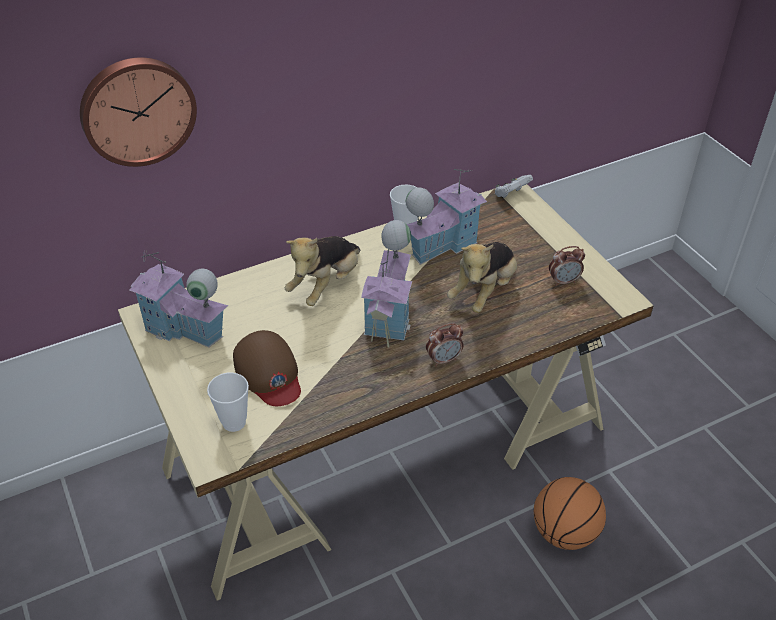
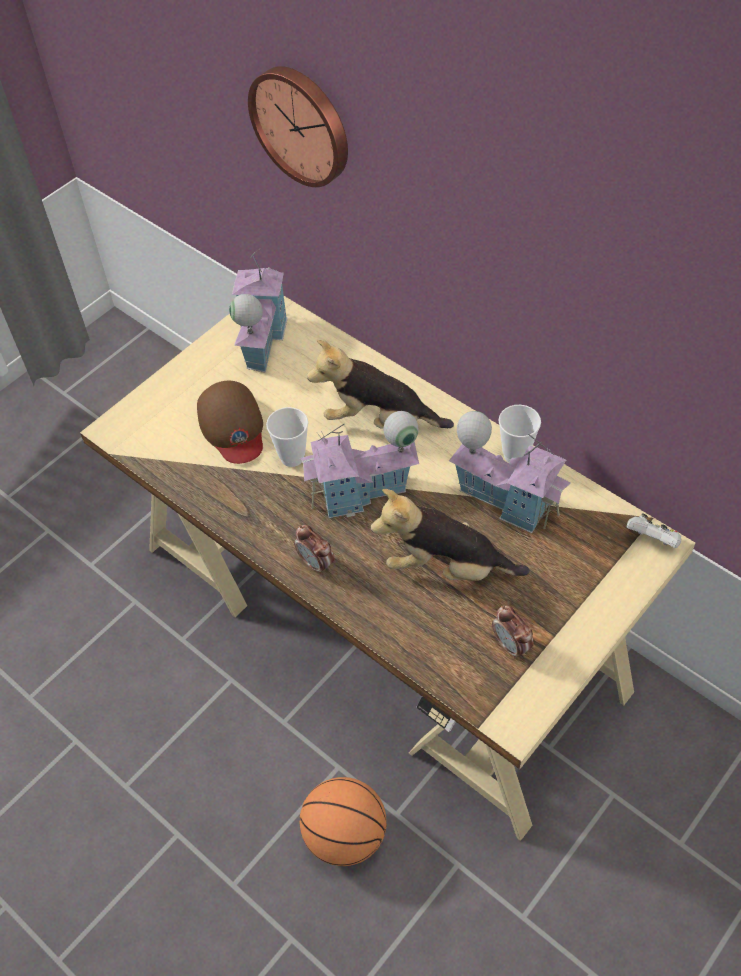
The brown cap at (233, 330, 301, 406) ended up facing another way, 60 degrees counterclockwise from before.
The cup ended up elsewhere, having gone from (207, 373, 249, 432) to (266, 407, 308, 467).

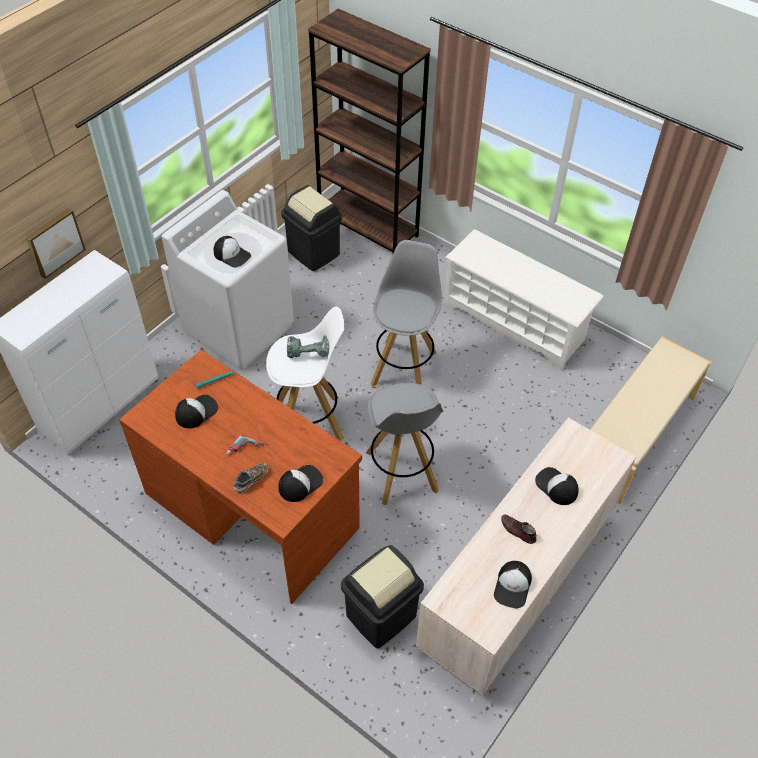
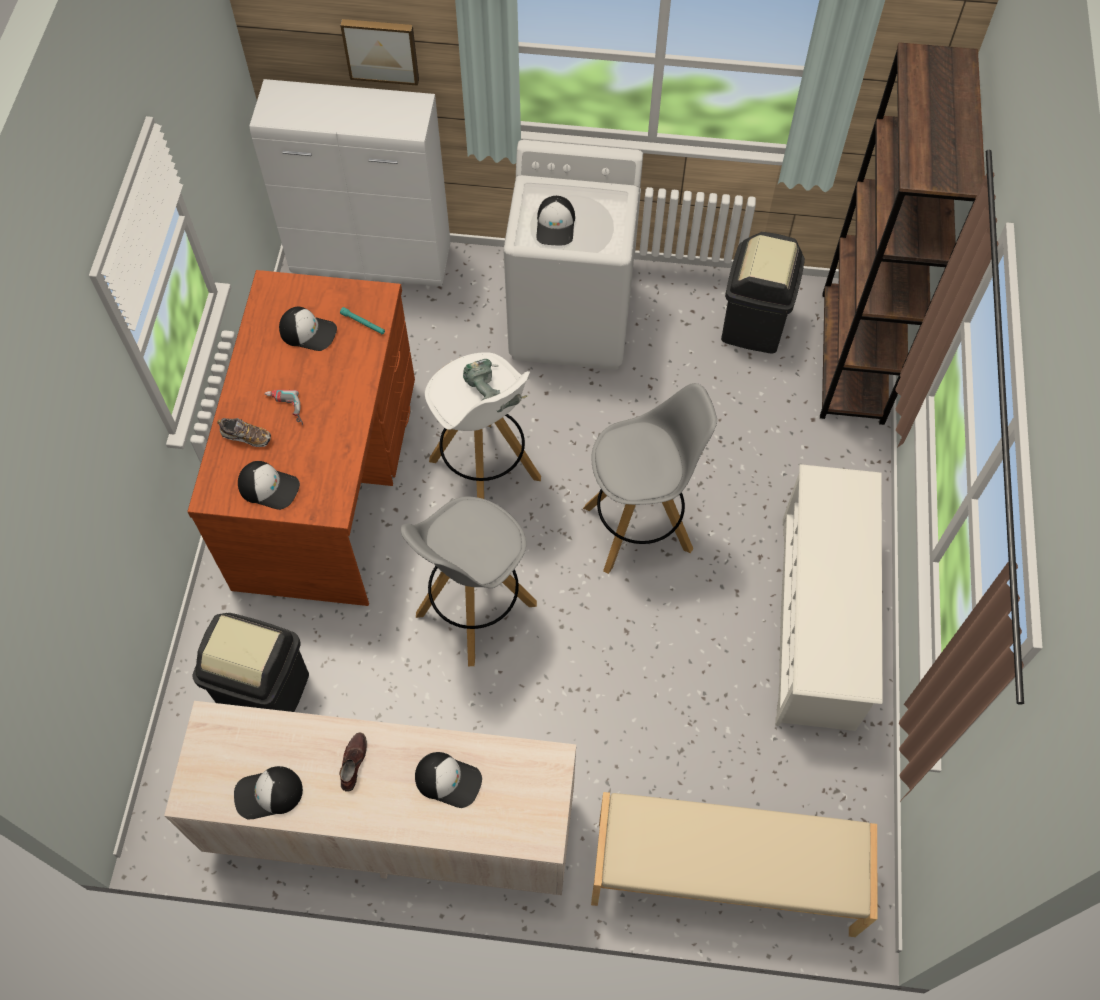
The cap at (535, 467, 579, 505) ended up facing another way, 90 degrees clockwise from before.

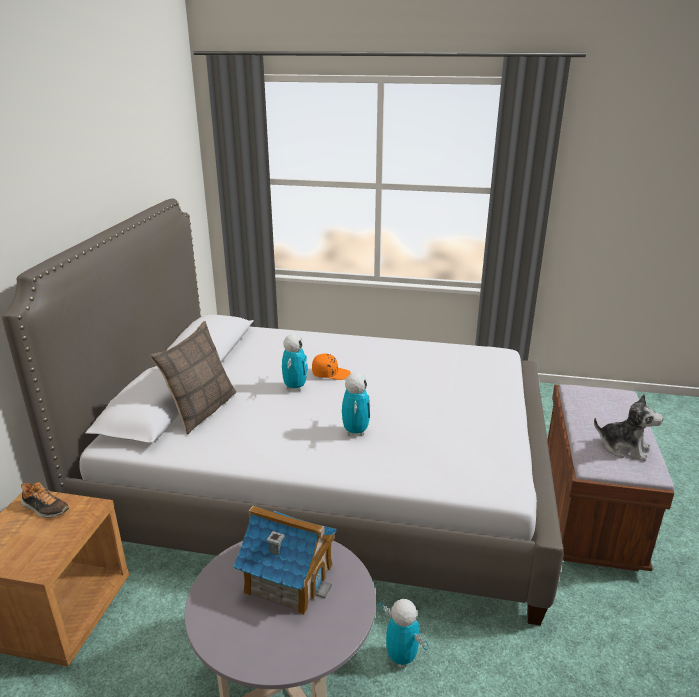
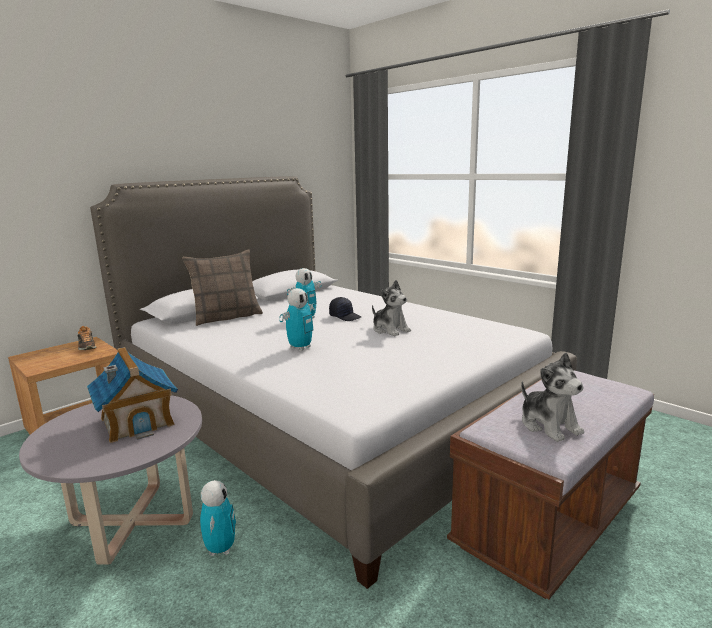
What was the orange cap at (312, 354, 351, 380) turned into the black cap at (329, 297, 361, 321).
The second view gained the plush toy at (372, 280, 411, 336).

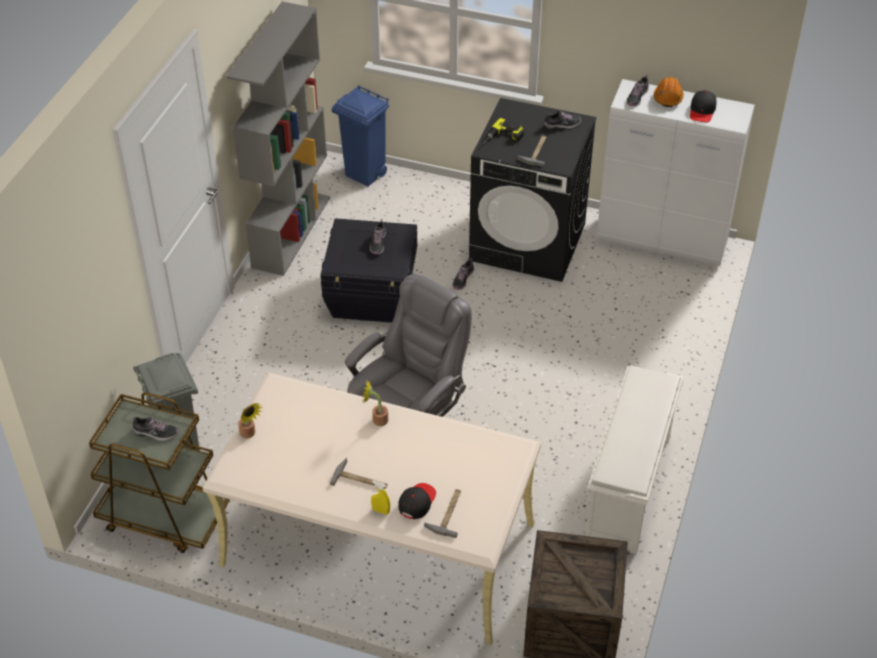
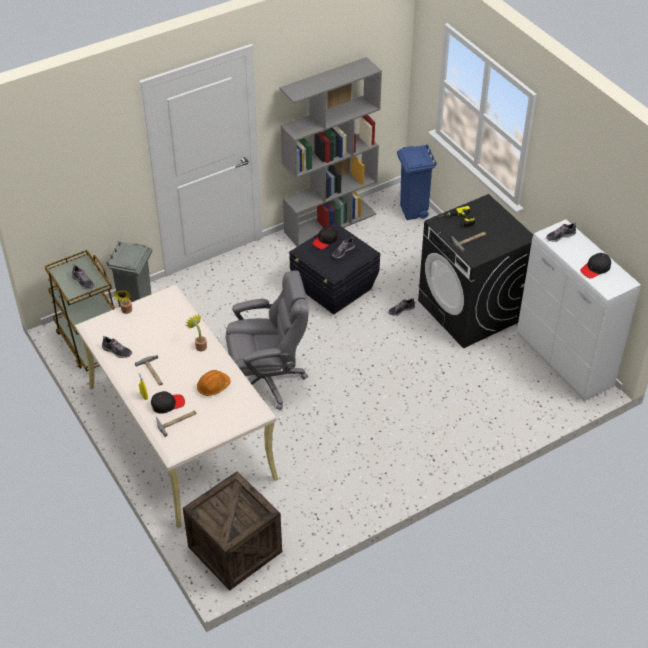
The shoe ended up elsewhere, having gone from (544, 111, 581, 130) to (102, 336, 132, 358).
The orange hard hat ended up elsewhere, having gone from (654, 77, 684, 107) to (197, 370, 230, 396).
The second view gained the black cap at (312, 226, 338, 249).
The second view lost the white shoe rack at (585, 365, 684, 554).

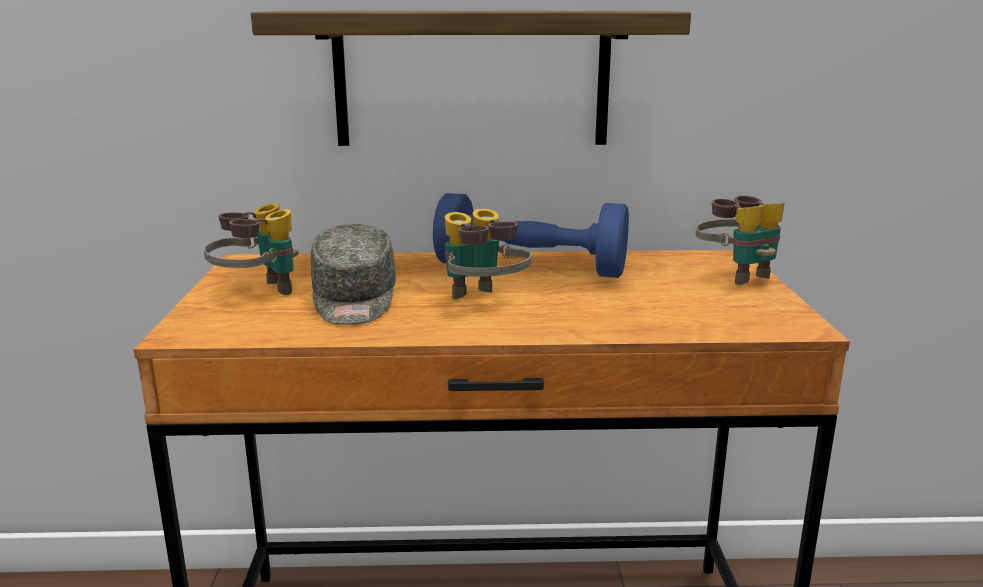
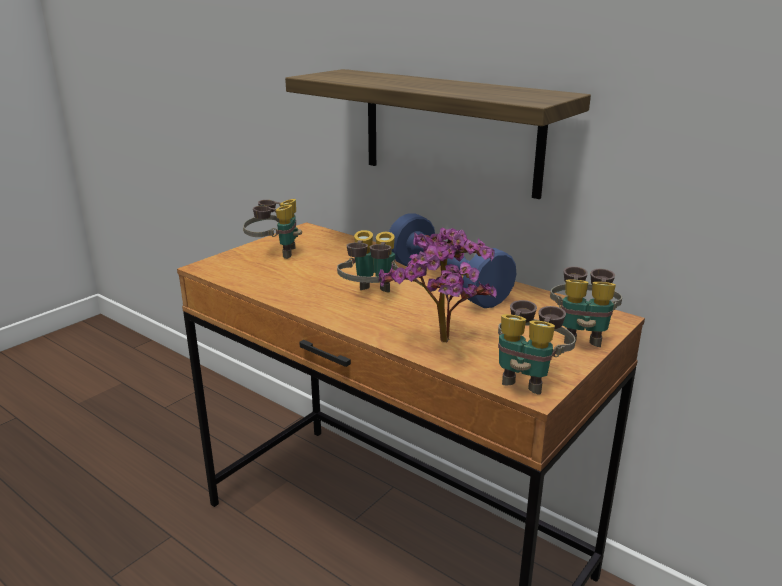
The second view gained the potted plant at (378, 227, 497, 343).
The second view gained the binoculars at (498, 300, 576, 395).
The second view lost the grey cap at (311, 224, 396, 325).

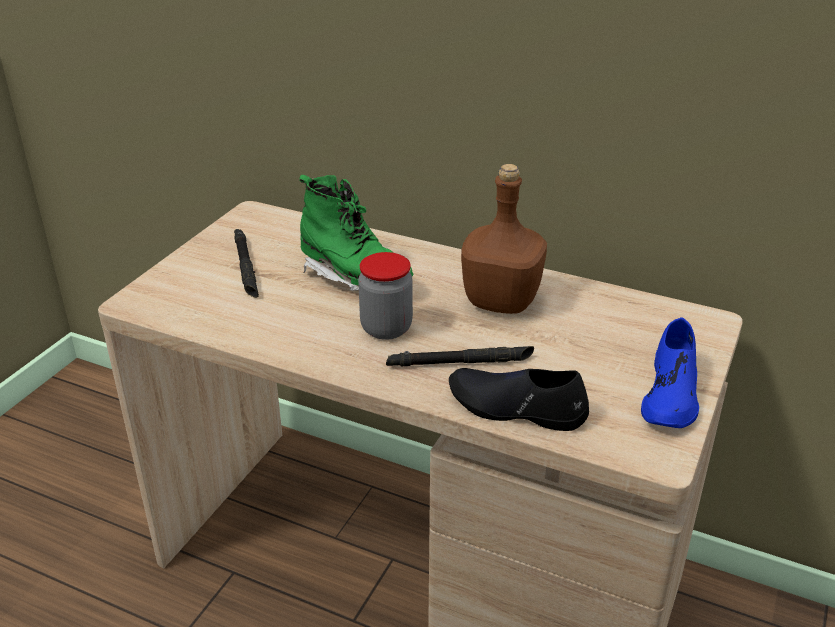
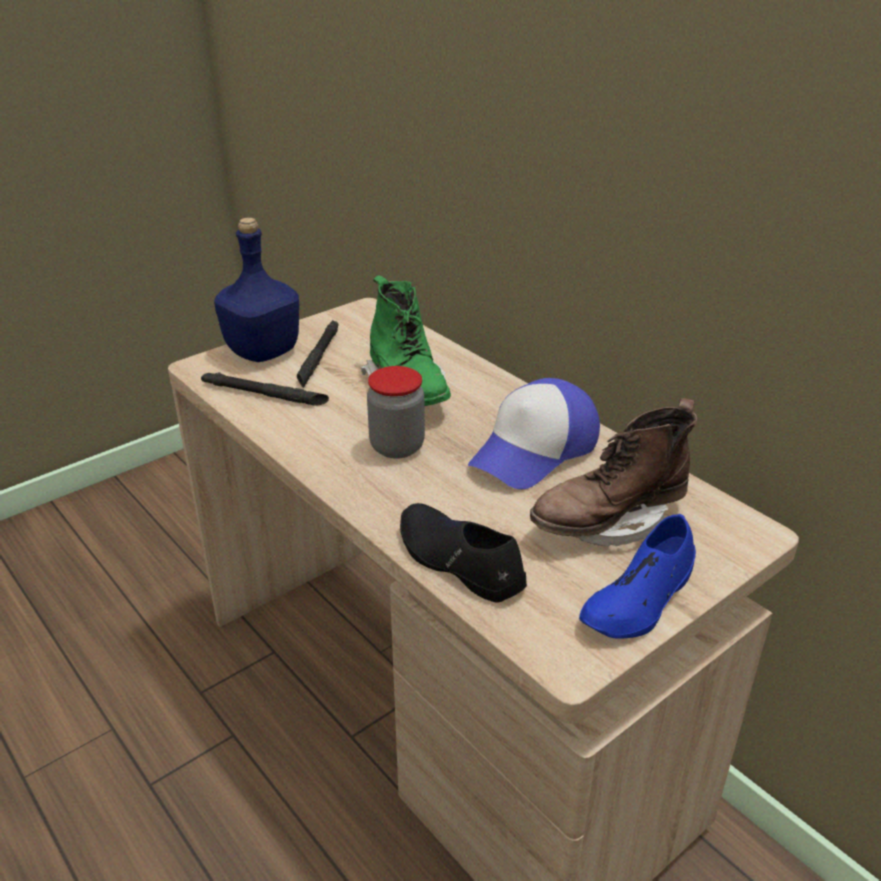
The black flashlight ended up elsewhere, having gone from (386, 346, 534, 366) to (201, 372, 329, 406).
The second view gained the blue bottle at (214, 218, 299, 362).
Where the brown bottle stood at (461, 164, 547, 314), the cap came to stand at (468, 378, 600, 489).
The second view gained the brown boot at (530, 398, 697, 546).

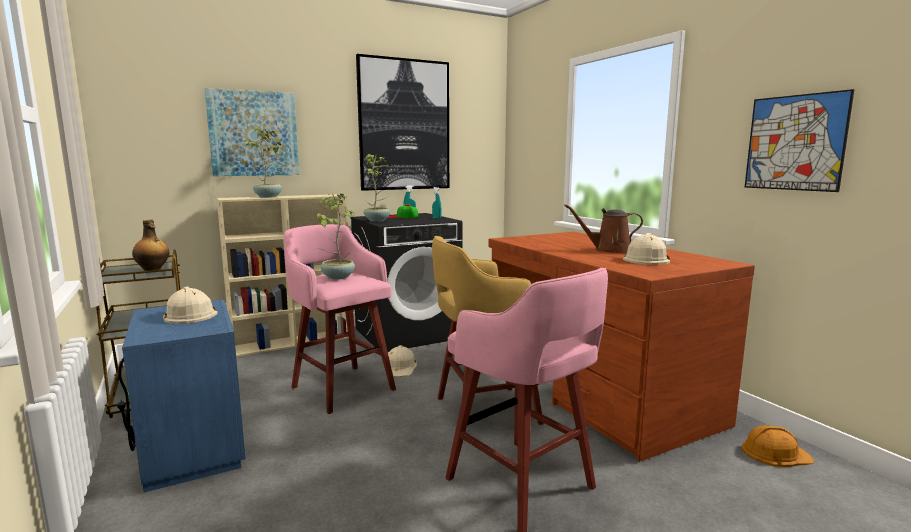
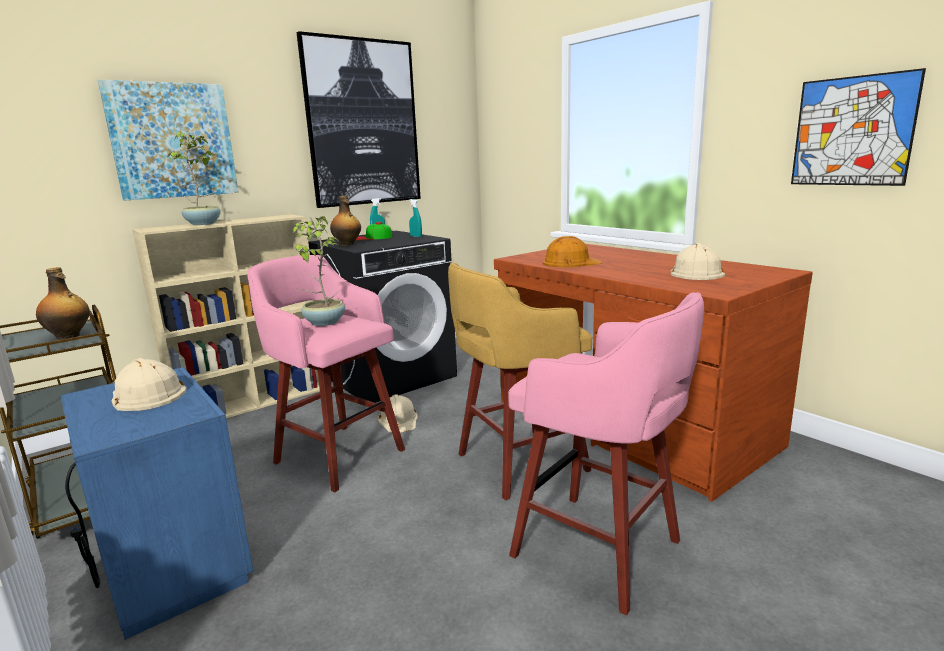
Where the potted plant stood at (364, 154, 390, 222), the bottle came to stand at (330, 196, 361, 246).
The orange hard hat ended up elsewhere, having gone from (742, 425, 815, 467) to (543, 236, 602, 268).
The second view lost the brown watering can at (564, 204, 643, 253).

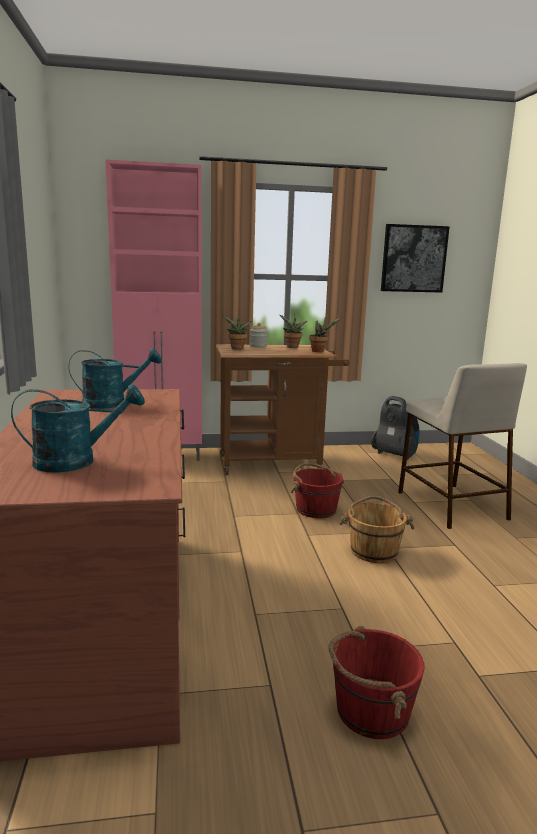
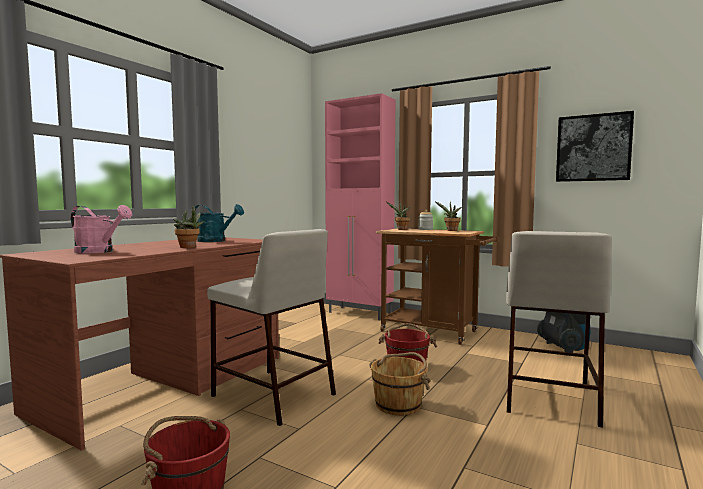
What was the turquoise watering can at (11, 384, 145, 473) turned into the pink watering can at (71, 205, 132, 254).
The potted plant ended up elsewhere, having gone from (309, 316, 341, 352) to (173, 205, 204, 248).
The second view gained the beige stool at (207, 229, 336, 426).

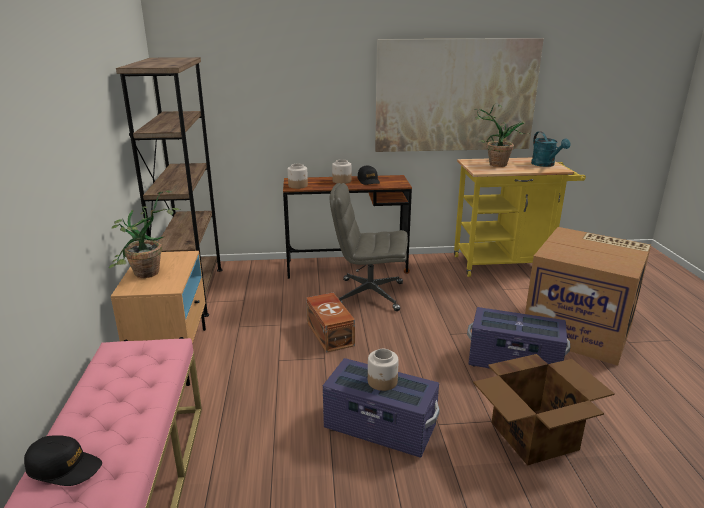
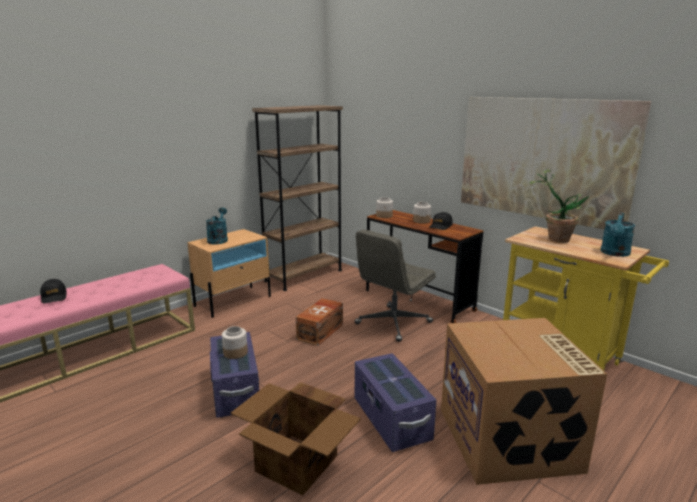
Where the potted plant stood at (109, 191, 181, 278), the turquoise watering can came to stand at (206, 207, 228, 244).
The grey office chair at (330, 183, 408, 311) ended up facing another way, 105 degrees counterclockwise from before.

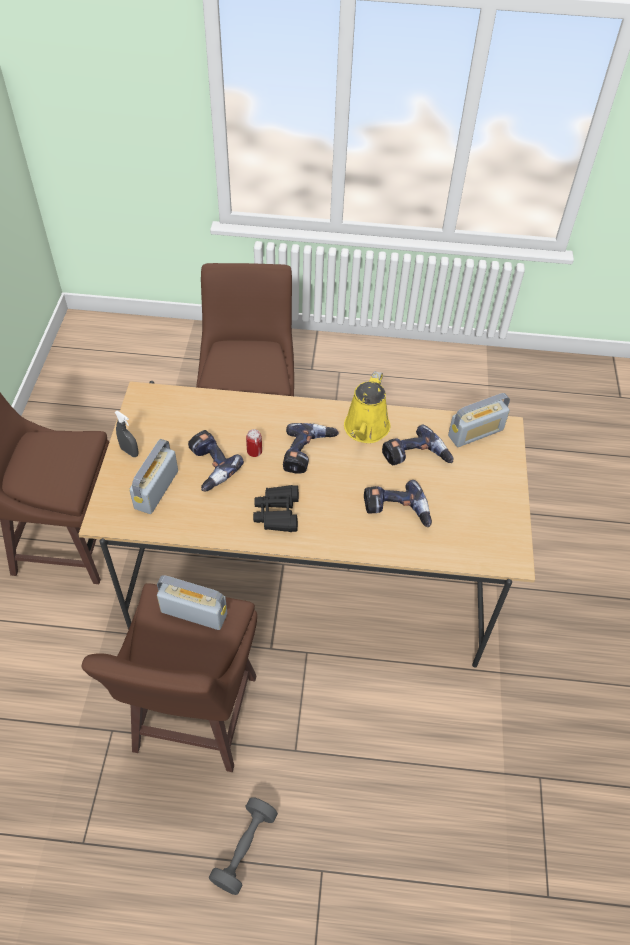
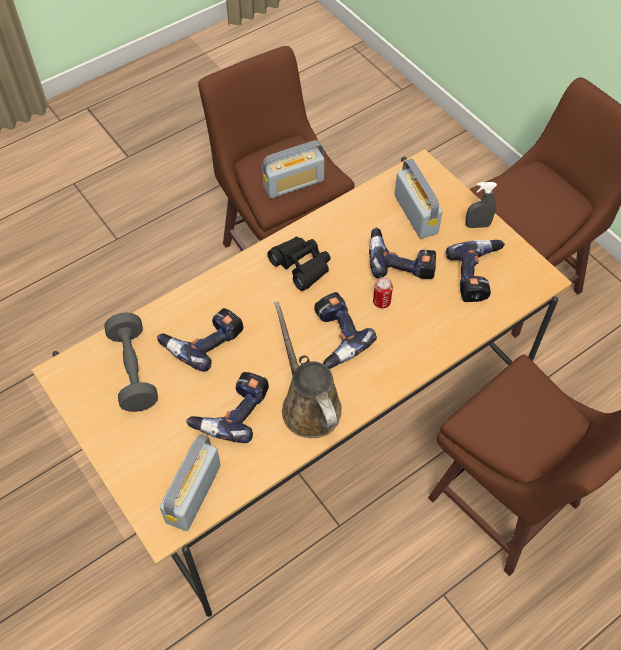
The grey dumbbell ended up elsewhere, having gone from (209, 797, 278, 895) to (105, 312, 158, 412).
What was the yellow watering can at (344, 371, 390, 443) turned into the brown watering can at (274, 302, 342, 438).
The second view gained the power drill at (446, 240, 505, 302).

